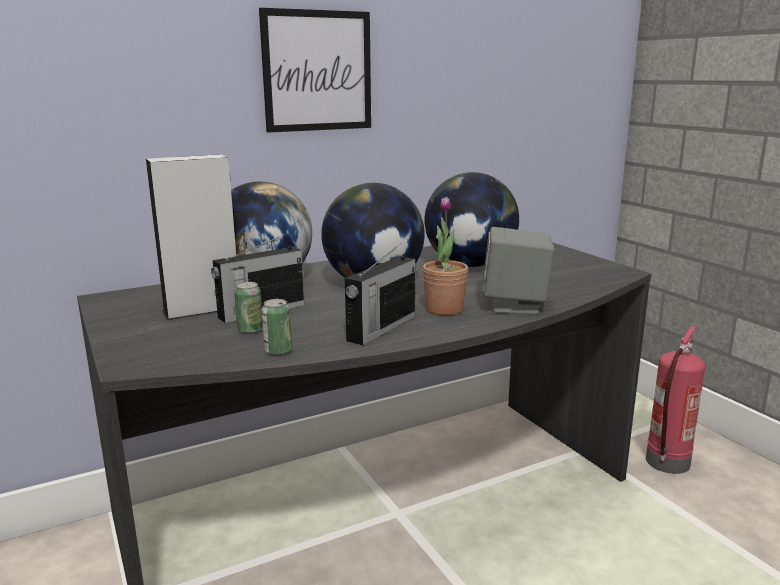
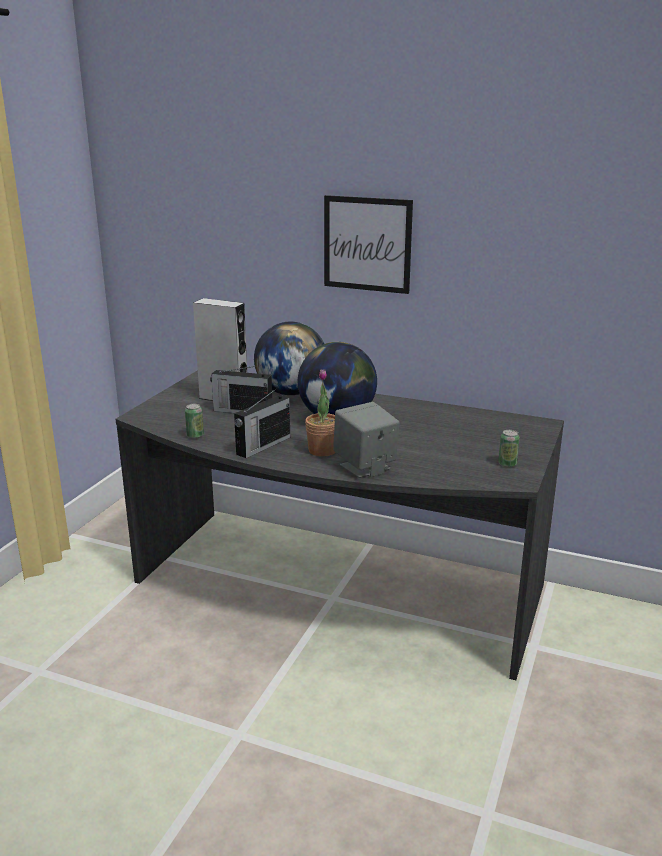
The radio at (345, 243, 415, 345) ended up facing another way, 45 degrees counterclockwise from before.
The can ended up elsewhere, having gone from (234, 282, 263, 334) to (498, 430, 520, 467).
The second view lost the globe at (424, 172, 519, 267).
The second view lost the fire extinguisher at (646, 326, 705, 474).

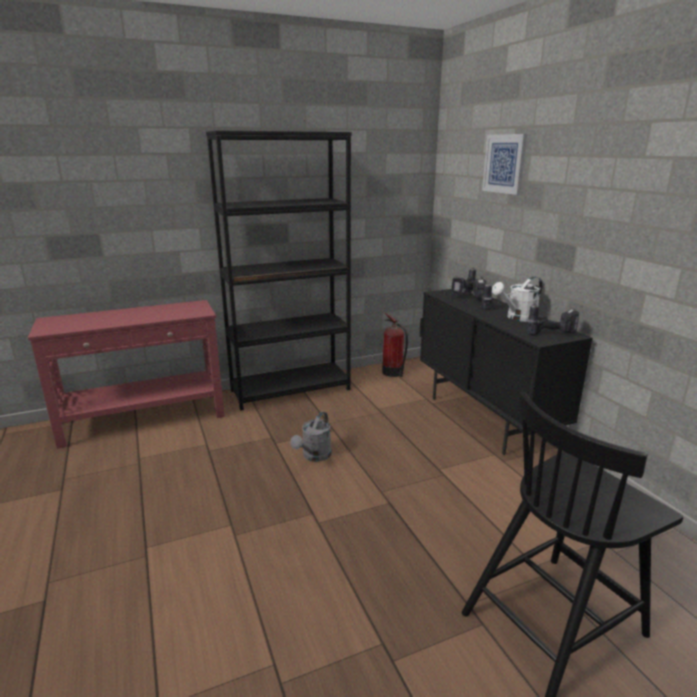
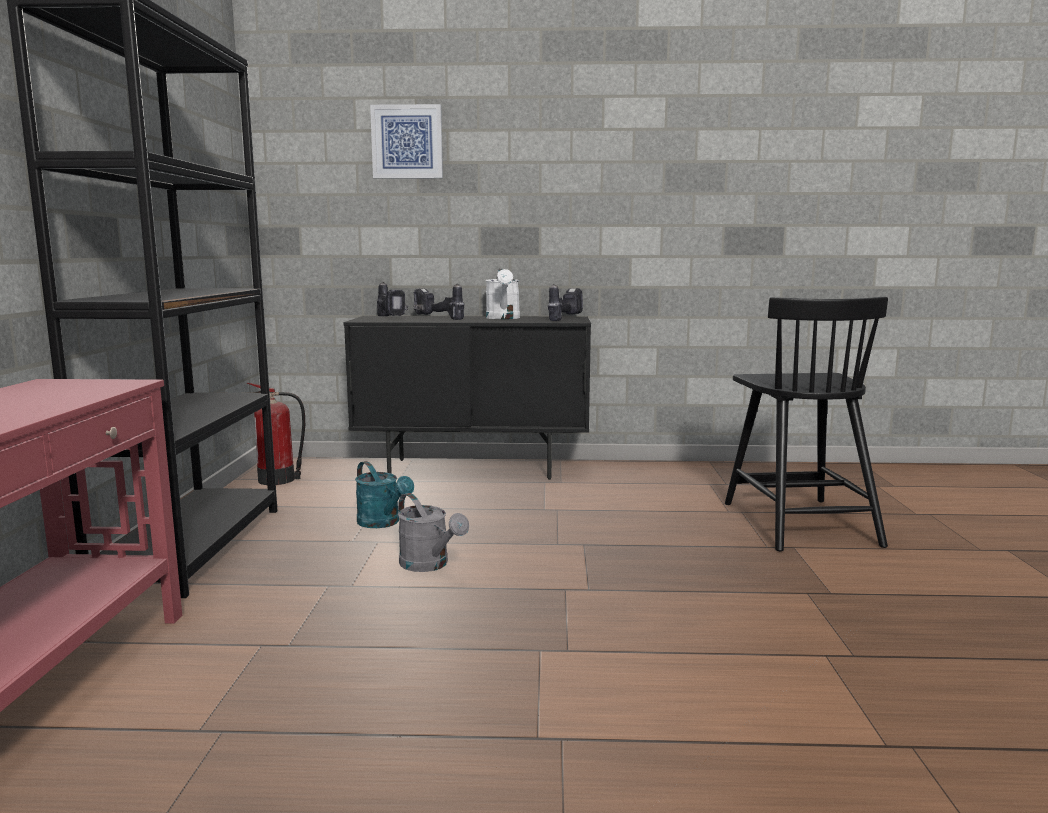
The second view gained the turquoise watering can at (355, 461, 414, 528).

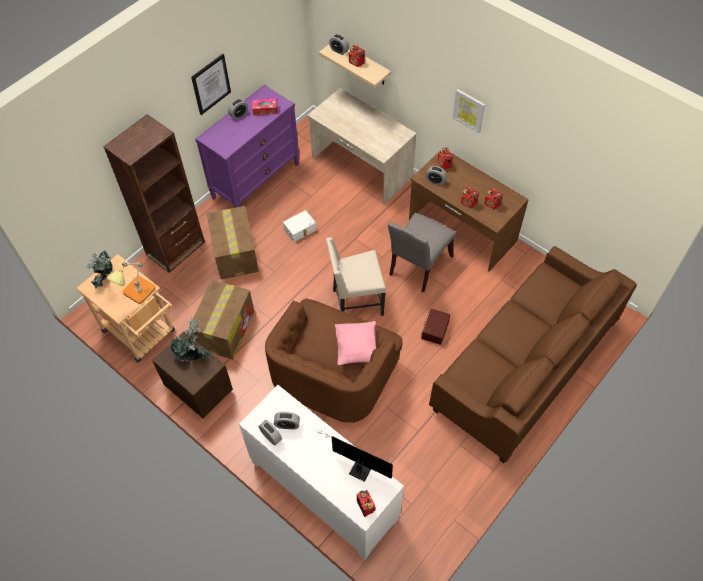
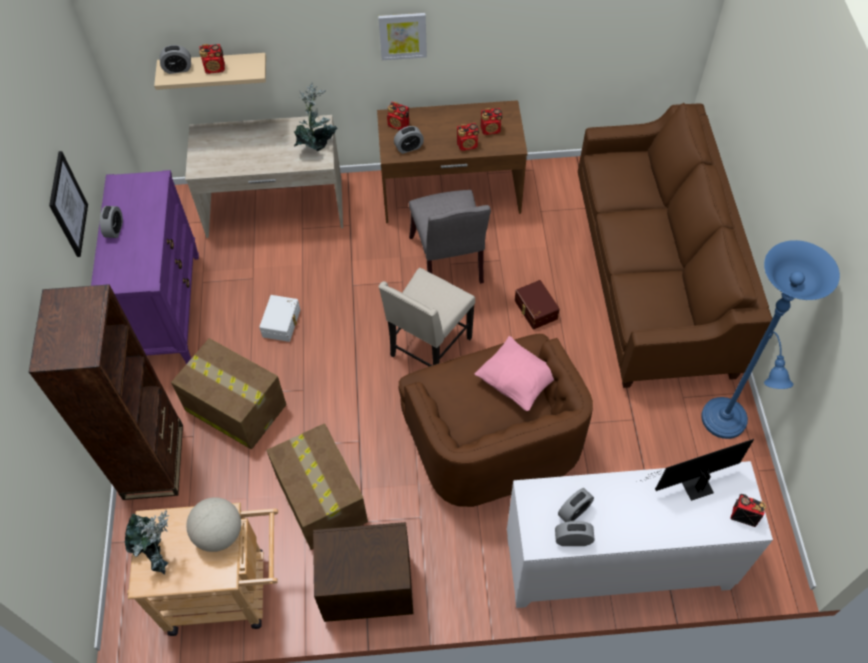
Where the table lamp stood at (107, 262, 156, 304), the globe came to stand at (186, 497, 241, 552).
The potted plant ended up elsewhere, having gone from (169, 317, 210, 361) to (294, 83, 337, 151).
The second view gained the blue floor lamp at (701, 240, 840, 439).
The second view lost the tissue box at (252, 98, 278, 115).

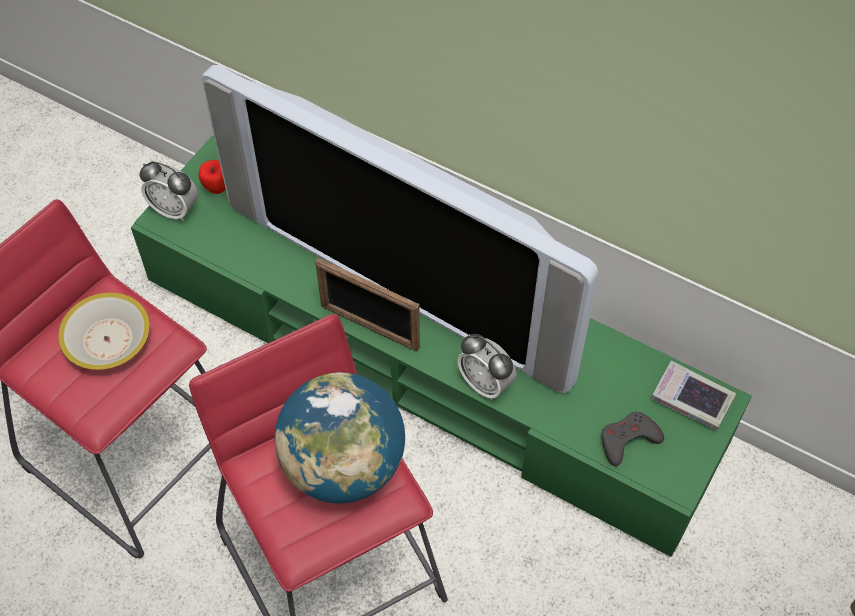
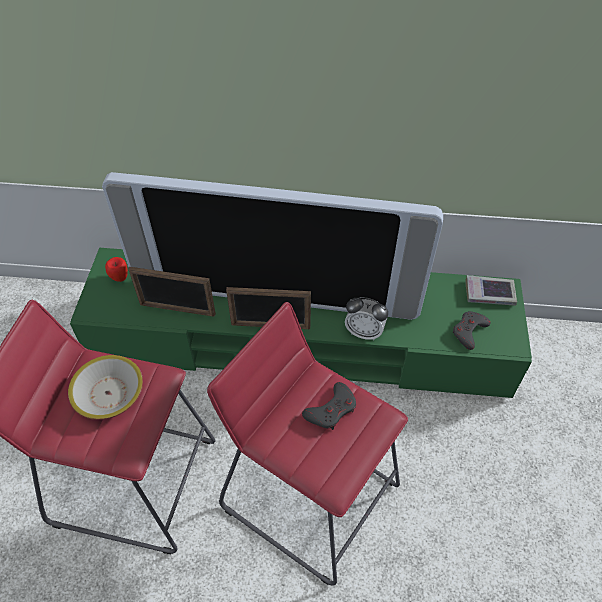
The second view gained the picture frame at (128, 267, 216, 316).
Where the globe stood at (275, 372, 405, 503), the grey game controller came to stand at (302, 382, 356, 430).
The second view lost the alarm clock at (139, 161, 198, 221).

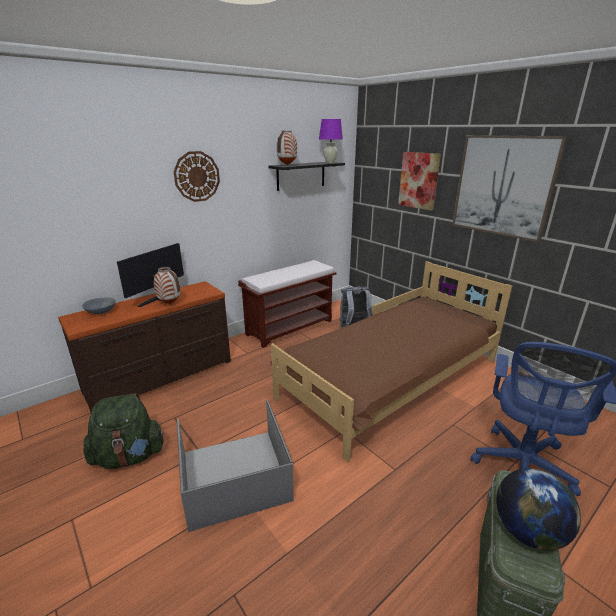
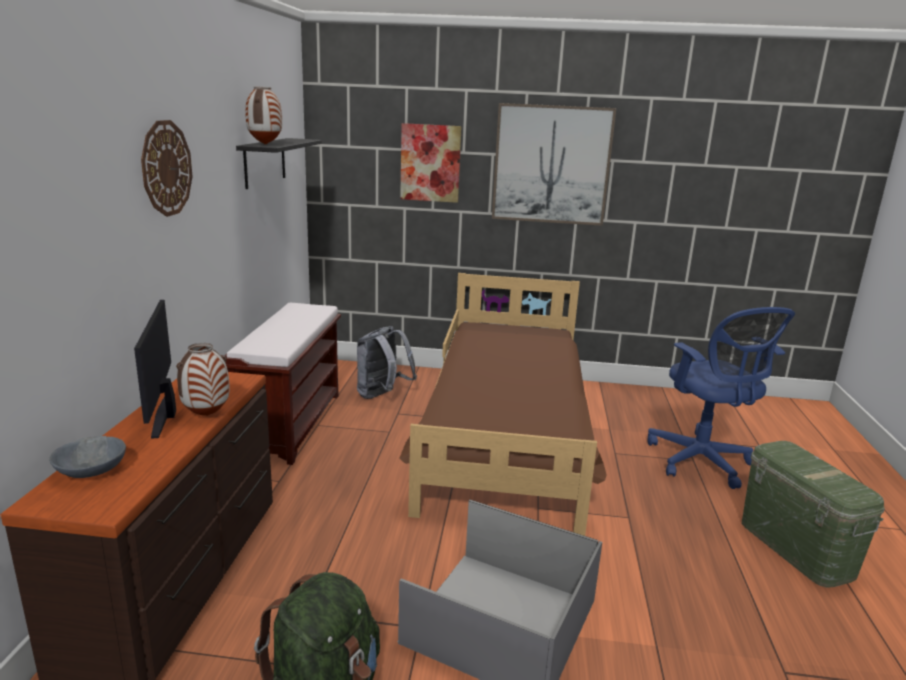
The second view lost the purple table lamp at (319, 119, 343, 163).
The second view lost the globe at (496, 468, 581, 550).

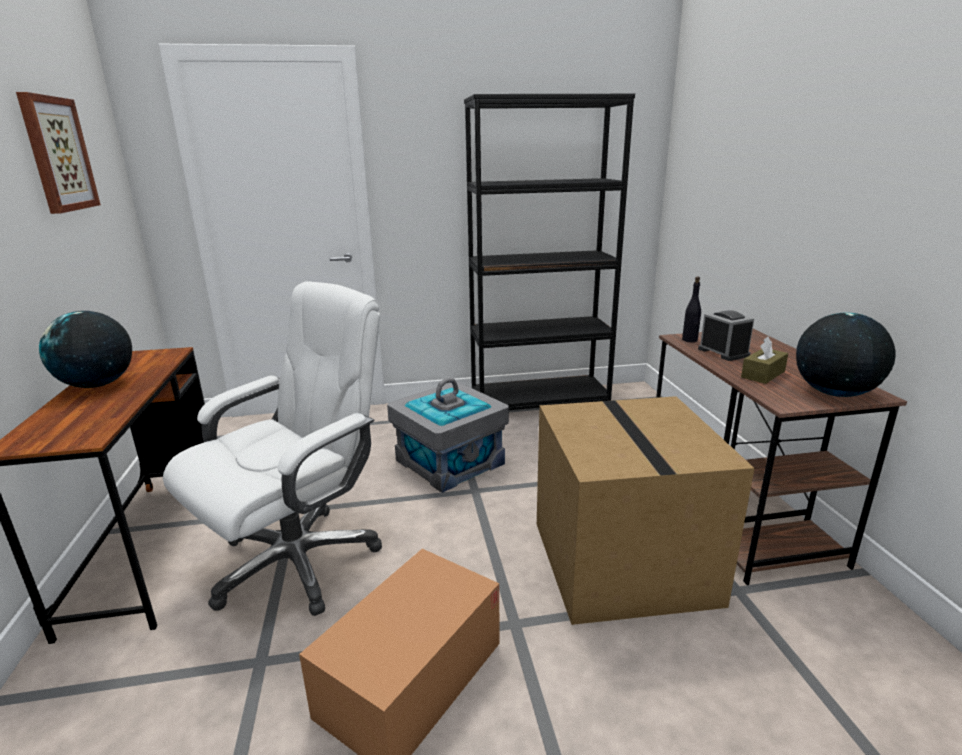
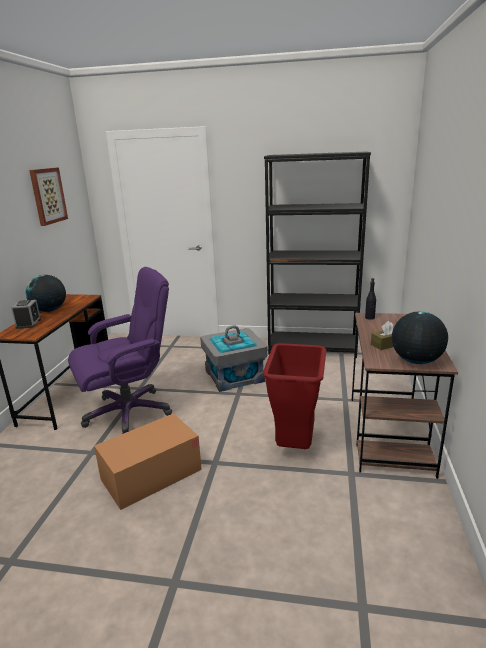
The alarm clock ended up elsewhere, having gone from (698, 310, 754, 361) to (11, 300, 41, 329).
What was the white office chair at (163, 281, 382, 616) turned into the purple office chair at (68, 267, 172, 434).
Where the cardboard box stood at (537, 396, 755, 625), the red trash can came to stand at (263, 343, 326, 449).

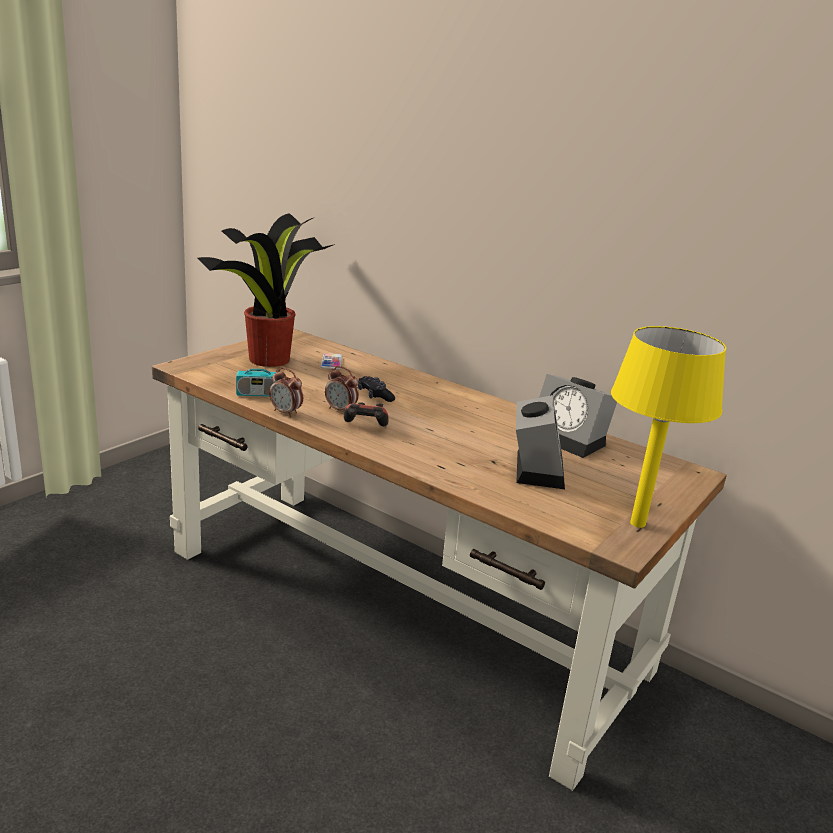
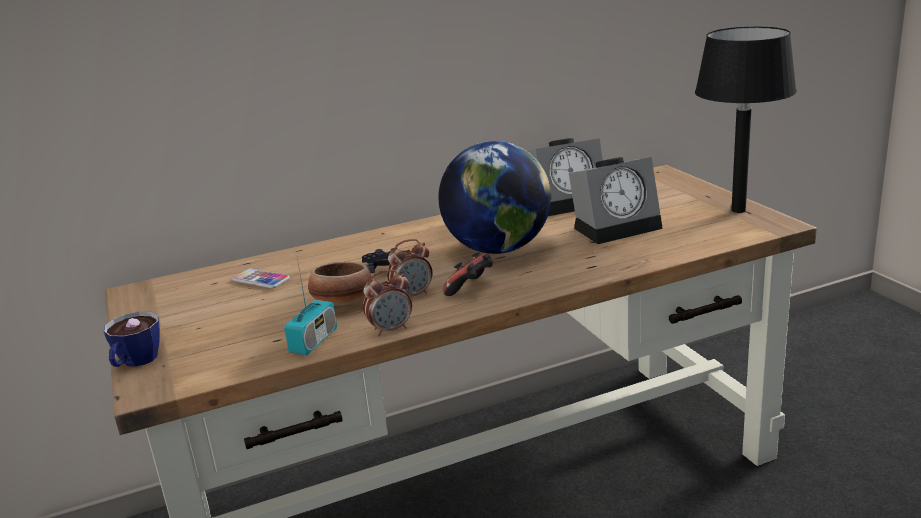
The second view gained the cup at (104, 311, 160, 367).
The second view gained the bowl at (308, 262, 373, 306).
The second view gained the globe at (438, 141, 551, 254).
The alarm clock at (516, 395, 565, 489) ended up facing another way, 120 degrees clockwise from before.
What was the yellow table lamp at (611, 326, 726, 528) turned into the black table lamp at (695, 27, 797, 213).
The second view lost the potted plant at (198, 213, 335, 367).

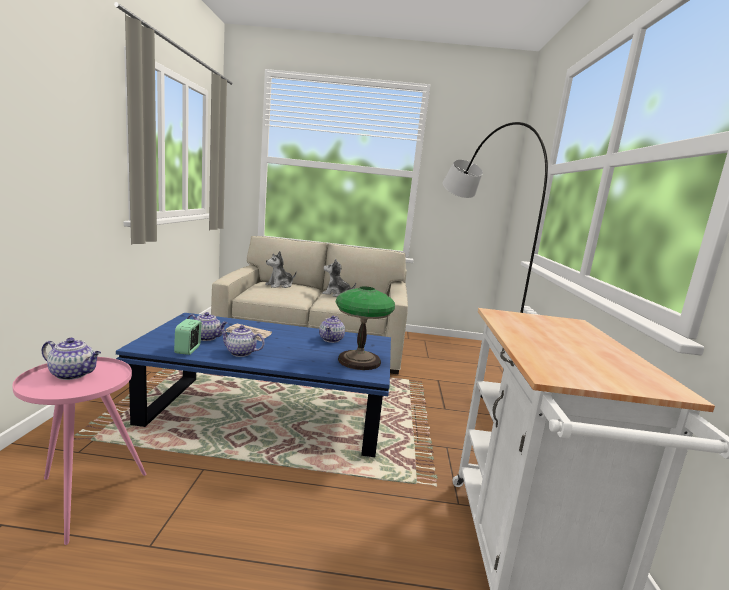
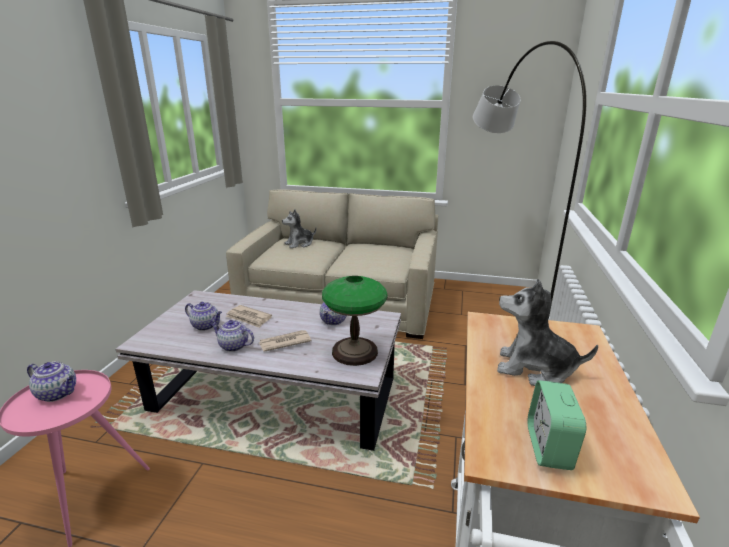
What was the blue coffee table at (116, 313, 391, 457) turned into the white coffee table at (116, 290, 401, 451).
The second view gained the newspaper at (259, 330, 311, 352).
The plush toy ended up elsewhere, having gone from (322, 259, 356, 297) to (497, 279, 598, 386).
The alarm clock ended up elsewhere, having gone from (174, 319, 202, 355) to (527, 380, 586, 470).

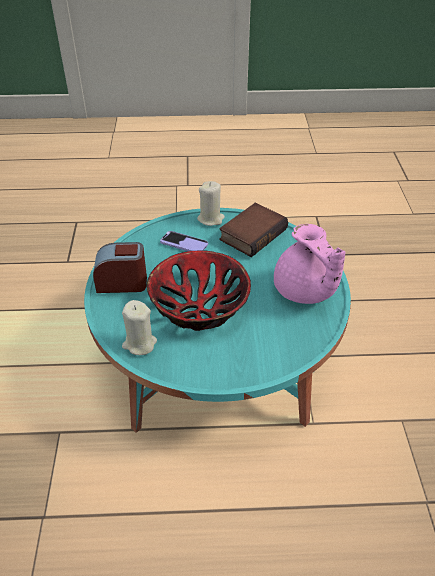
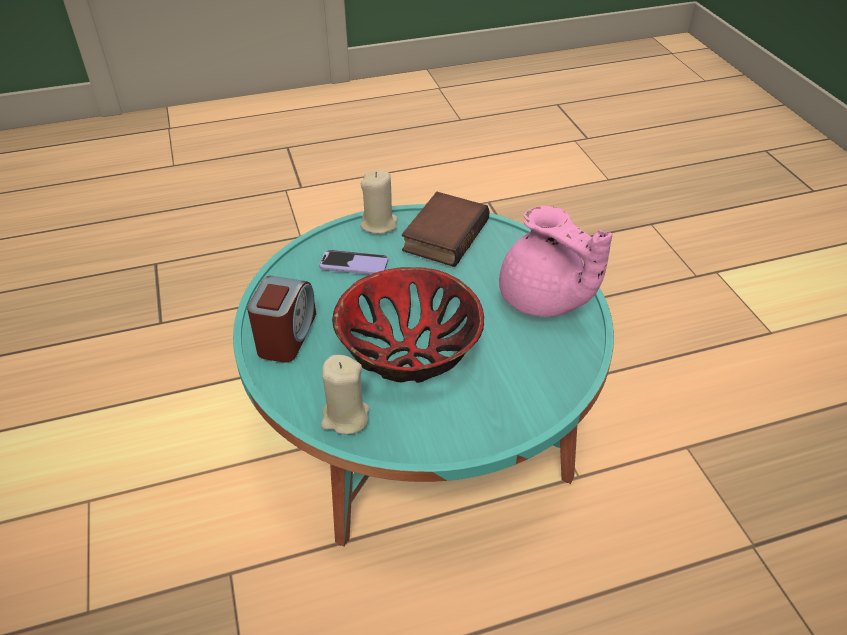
The alarm clock at (93, 242, 147, 293) ended up facing another way, 120 degrees clockwise from before.

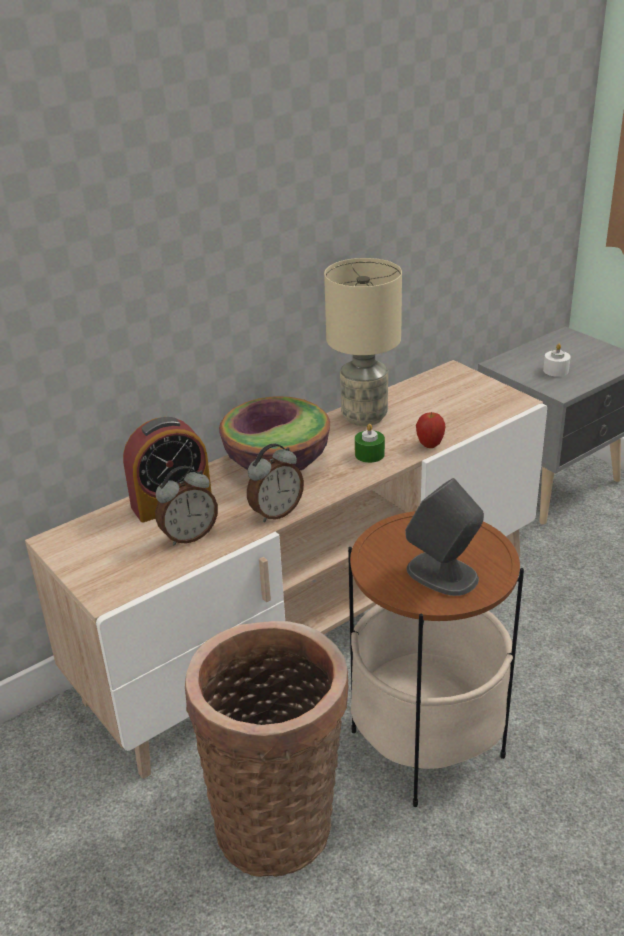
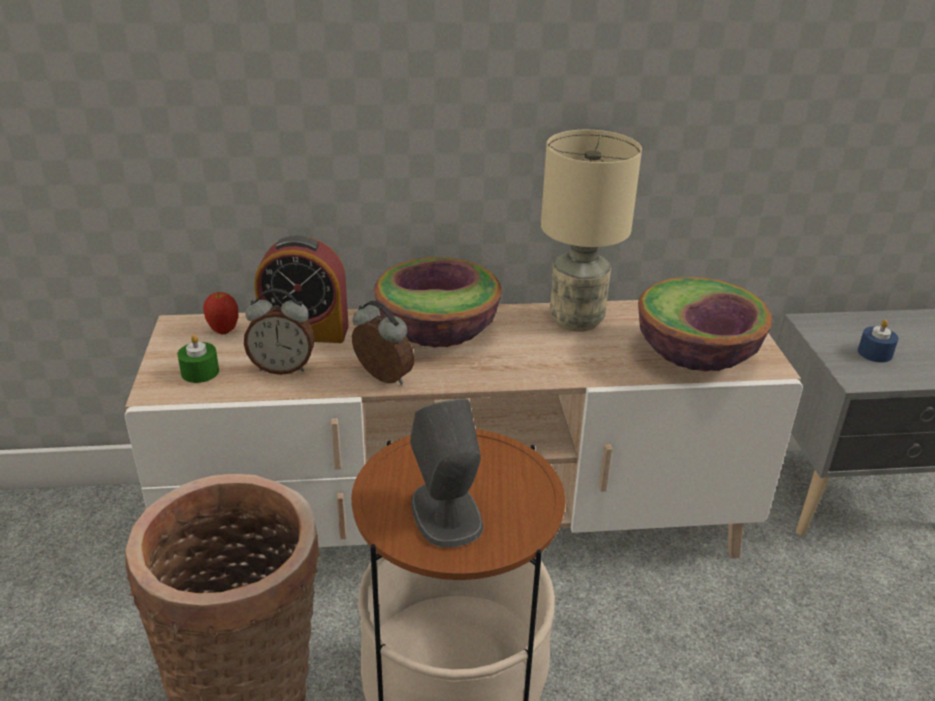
The green candle ended up elsewhere, having gone from (355, 424, 385, 463) to (177, 335, 219, 383).
The apple ended up elsewhere, having gone from (416, 412, 445, 448) to (203, 292, 238, 334).
The alarm clock at (247, 443, 304, 522) ended up facing another way, 135 degrees counterclockwise from before.
The second view gained the bowl at (638, 277, 772, 372).
What was the white candle at (543, 344, 570, 377) turned into the blue candle at (858, 319, 899, 362).

